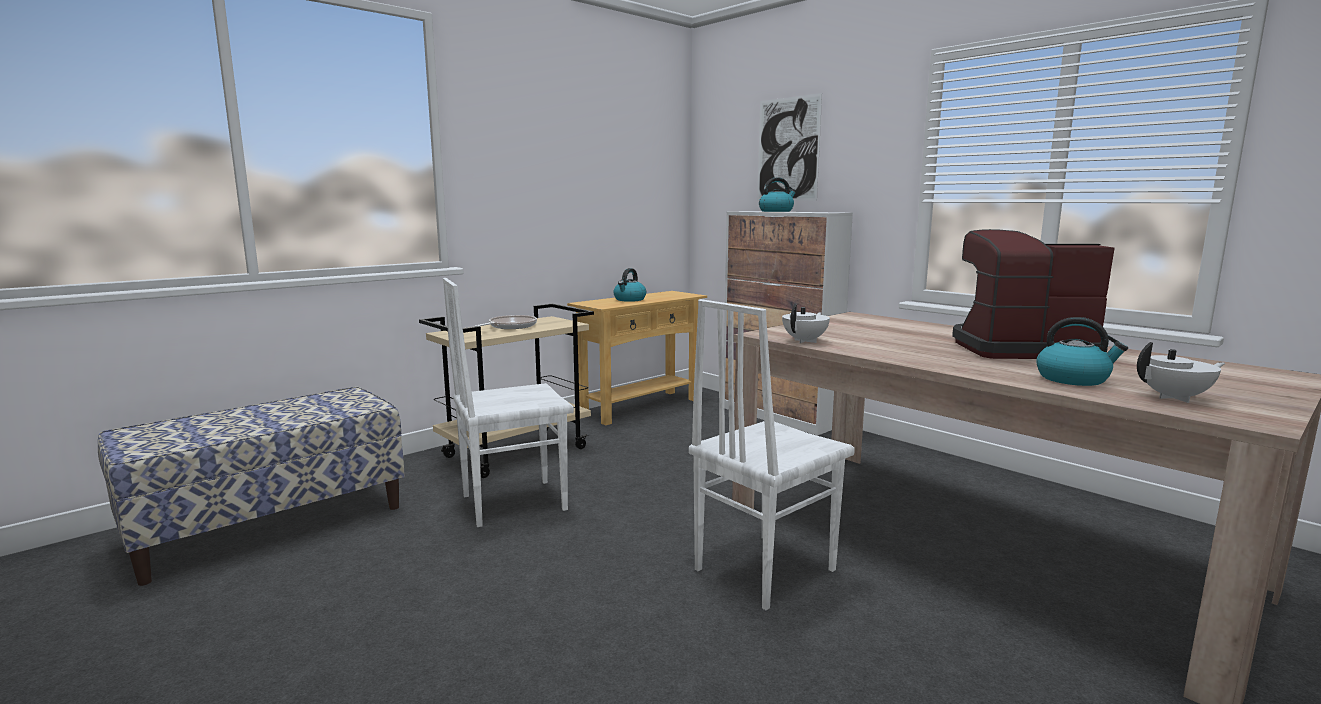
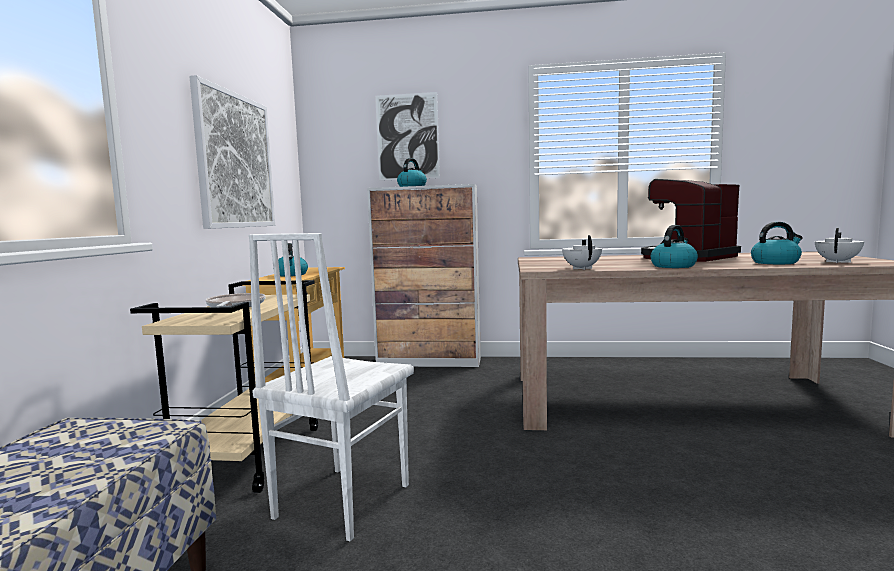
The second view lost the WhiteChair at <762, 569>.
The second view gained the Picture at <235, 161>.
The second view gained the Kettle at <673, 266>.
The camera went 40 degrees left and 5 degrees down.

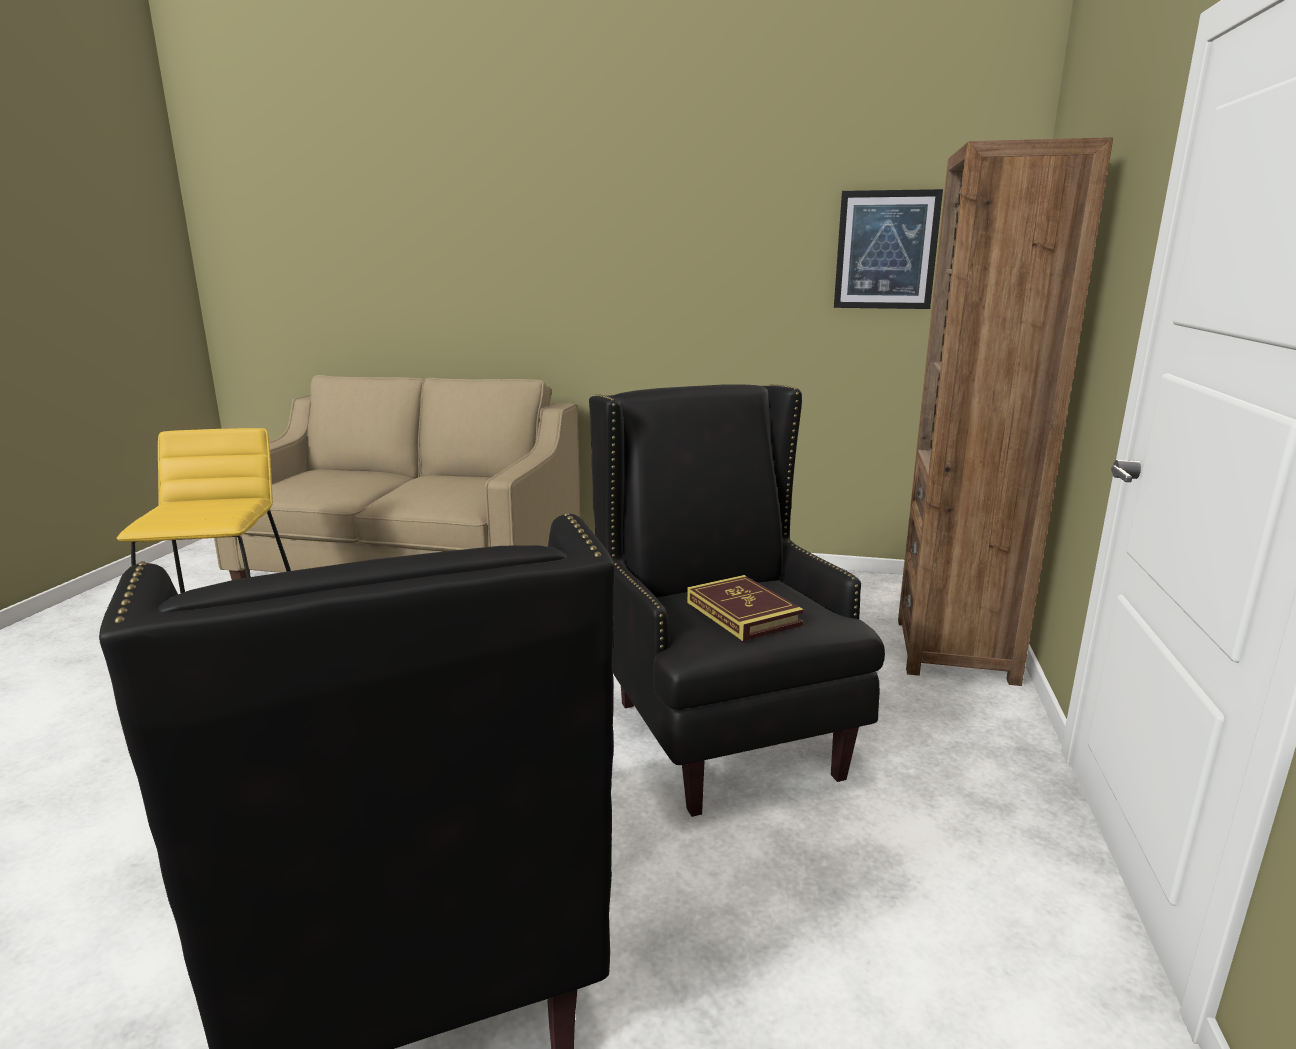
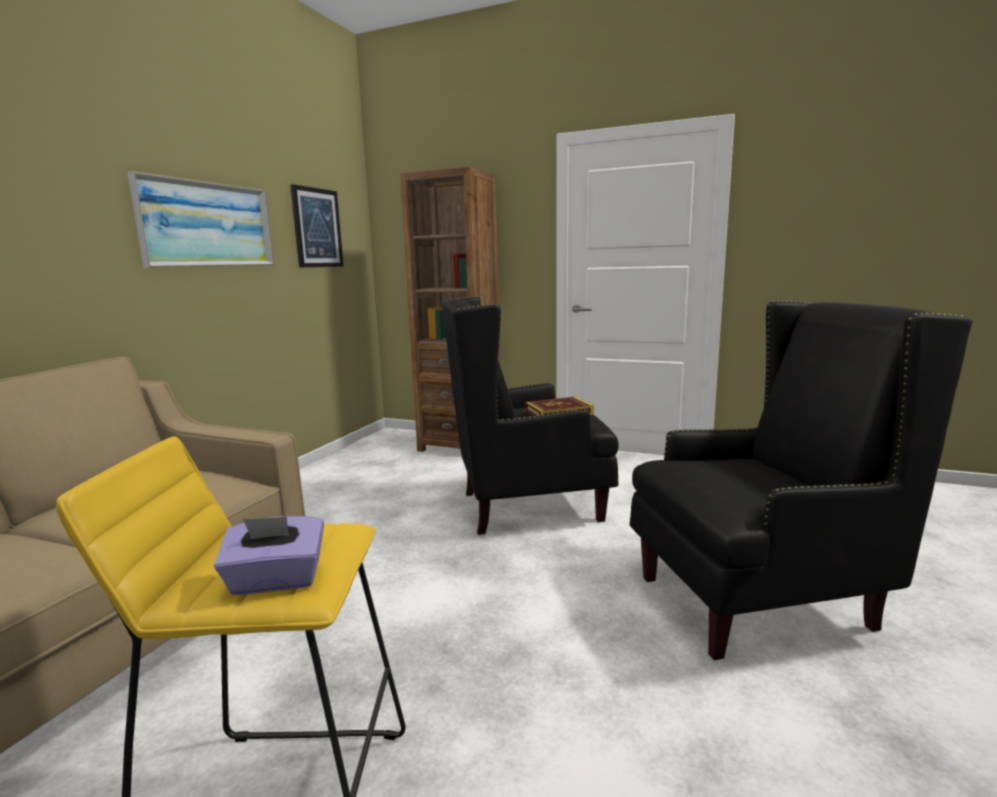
The second view gained the Picture at <208, 225>.
The second view gained the PurpleTissueBox at <276, 581>.
The camera went 80 degrees left and 5 degrees down.

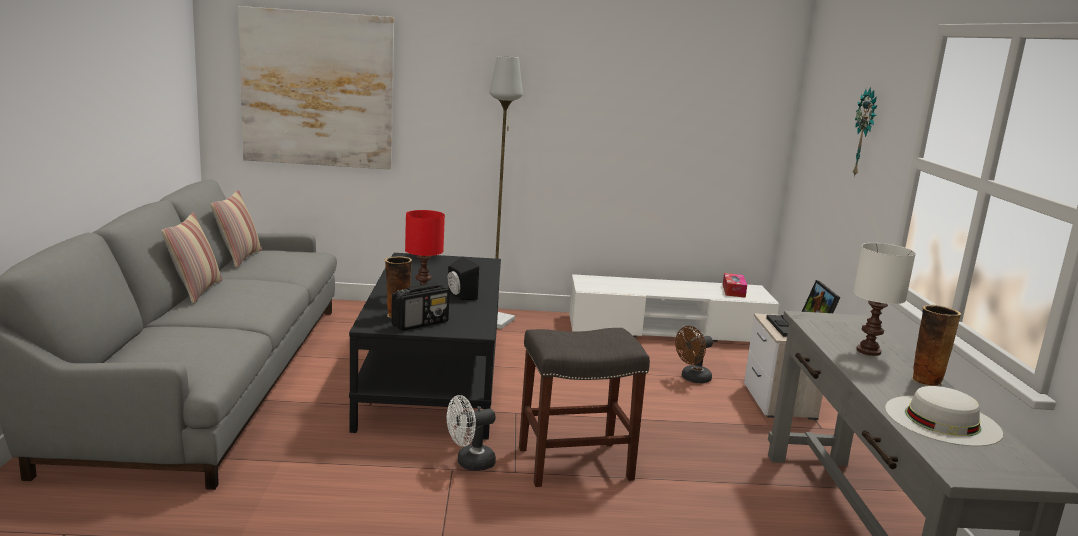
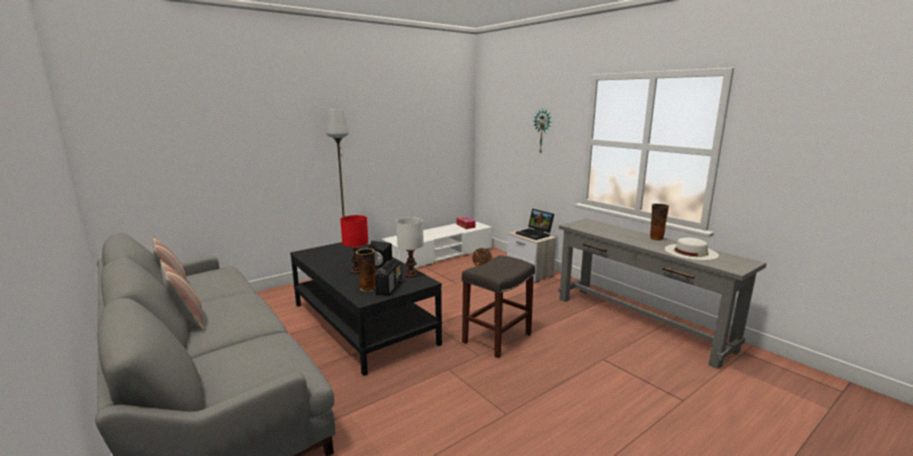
The second view lost the Picture at <318, 89>.
The WhiteTableLamp ended up elsewhere, having gone from <869, 351> to <411, 274>.
The second view lost the WhiteFan at <469, 463>.
The camera went 35 degrees left and 0 degrees up.

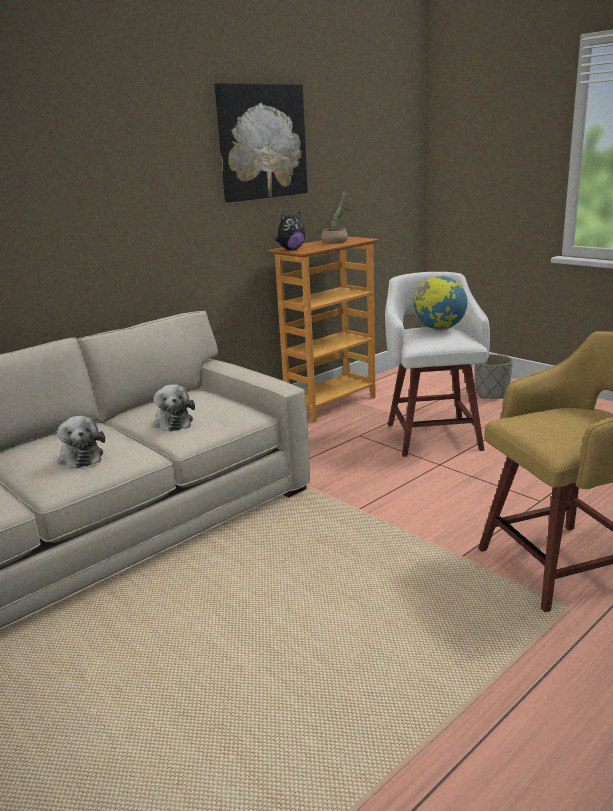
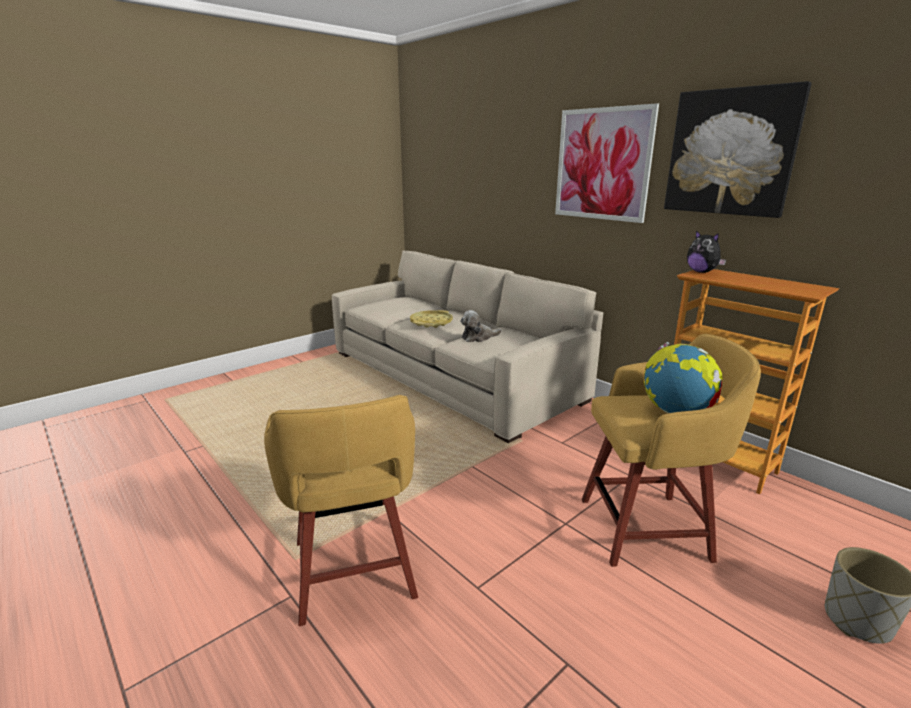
The second view lost the PottedPlant at <338, 241>.
What was the WhiteStool at <433, 435> turned into the YellowStool at <648, 529>.
Where the PlushToy stood at <80, 457>, the YellowTray came to stand at <431, 322>.
The second view gained the Picture at <602, 164>.
The camera went 90 degrees right and 0 degrees up.

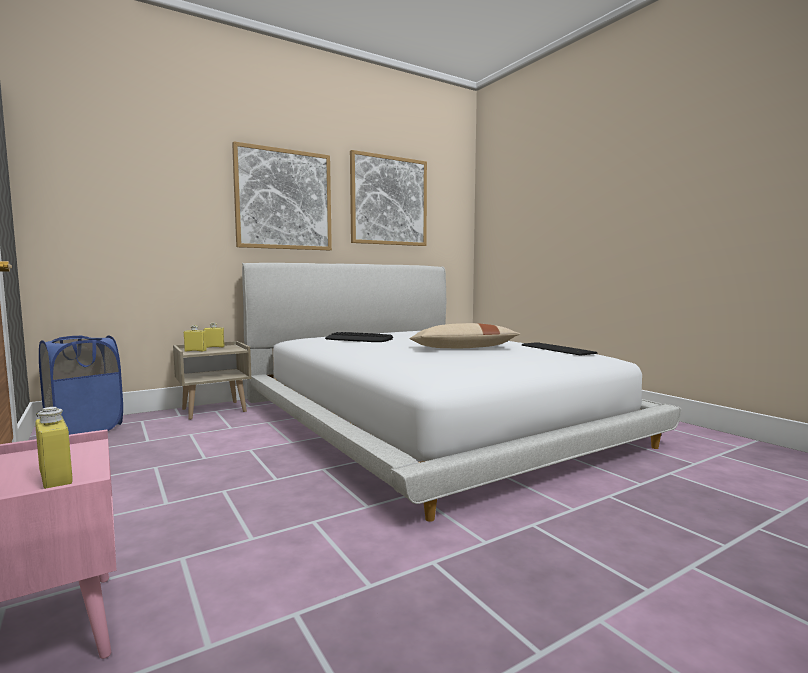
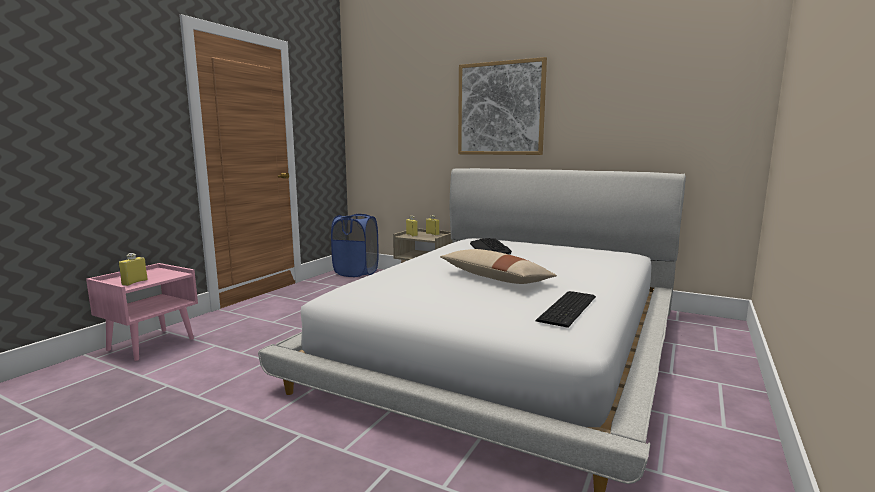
The second view lost the Picture at <389, 201>.
The camera went 60 degrees right and 5 degrees up.

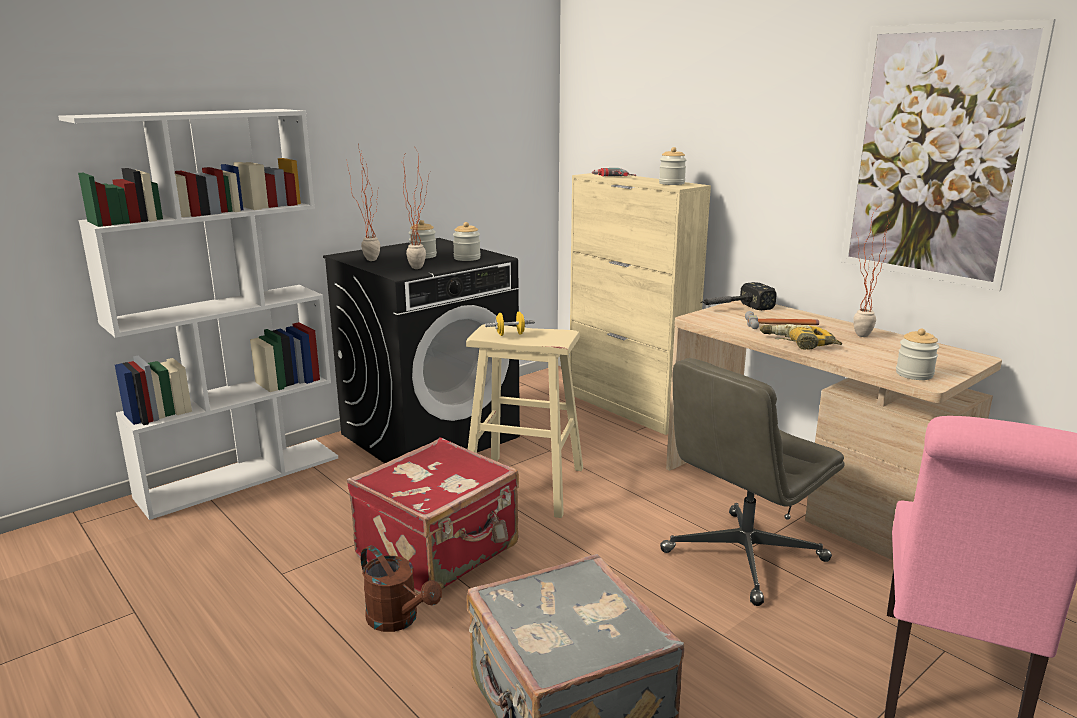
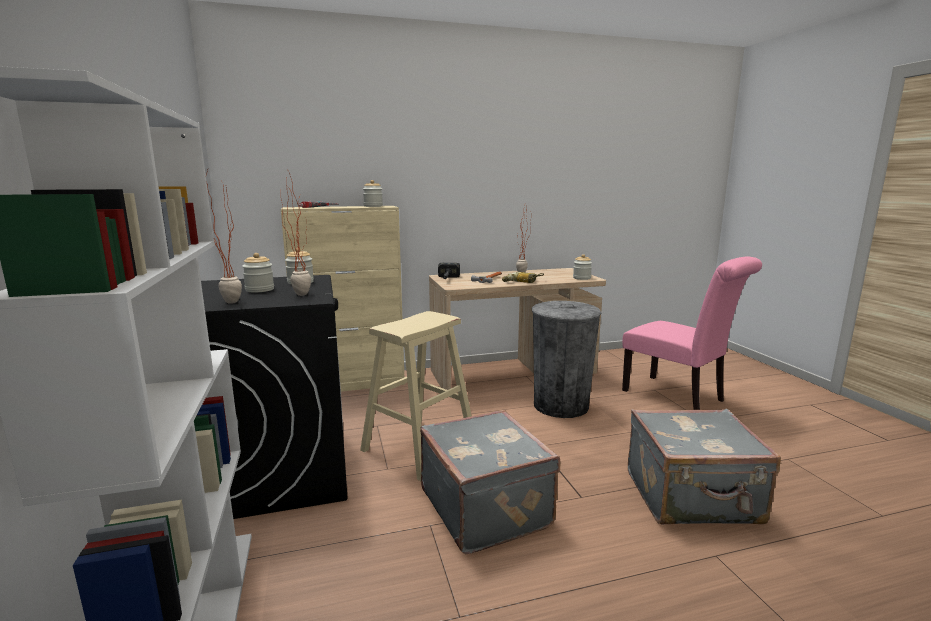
The second view lost the Picture at <935, 155>.
The second view lost the YellowDumbbell at <510, 334>.
Where the GreyOfficeChair stood at <743, 557>, the GreyTrashCan came to stand at <560, 405>.
What was the RedSuitcase at <440, 552> turned into the GreySuitcase at <487, 507>.
The second view lost the BrownWateringCan at <398, 620>.
The camera went 65 degrees left and 5 degrees down.

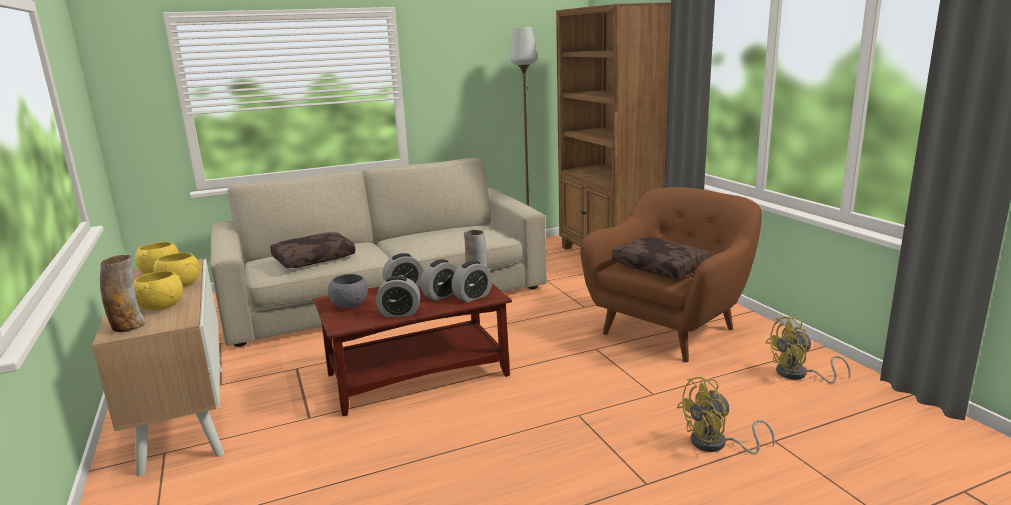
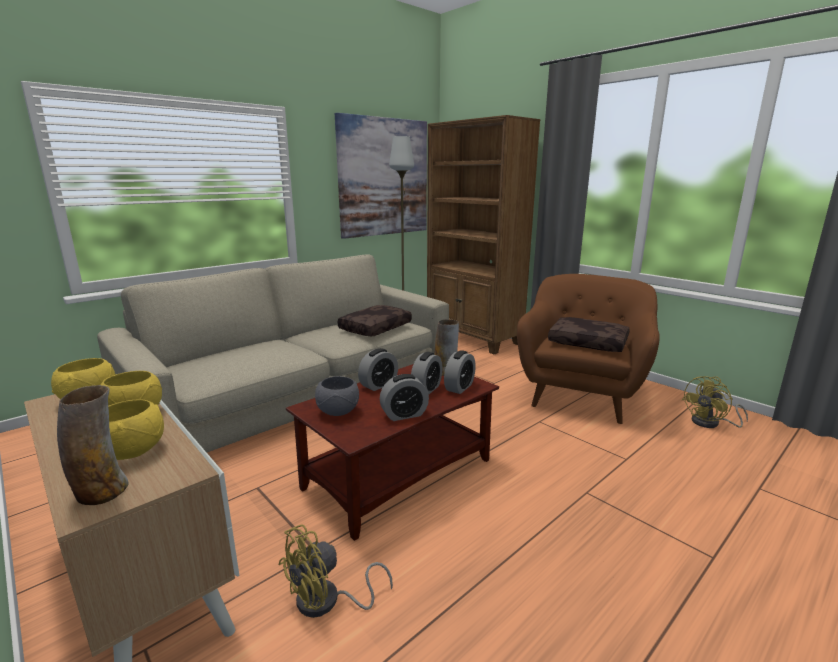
The BrownPillow ended up elsewhere, having gone from <314, 258> to <375, 328>.
The YellowFan ended up elsewhere, having gone from <716, 444> to <327, 602>.
The second view gained the Picture at <384, 177>.
The camera went 20 degrees left and 0 degrees up.

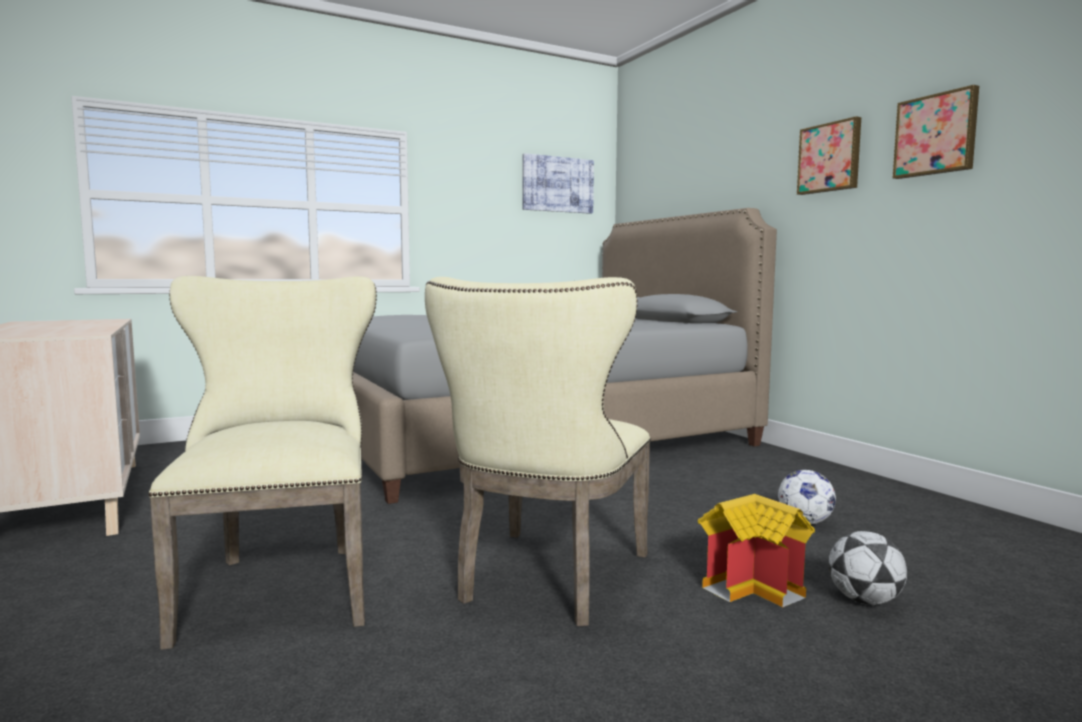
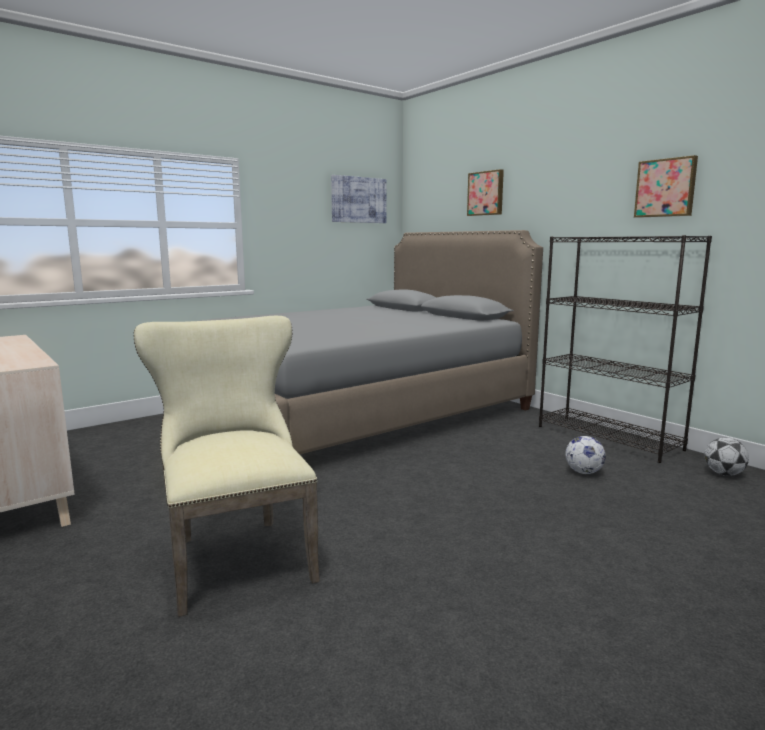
The Picture ended up elsewhere, having gone from <830, 158> to <486, 193>.
The second view lost the BeigeChair at <547, 581>.
The second view lost the ToyHouse at <755, 587>.
The Football ended up elsewhere, having gone from <864, 600> to <724, 474>.
The second view gained the BlackBookcase at <609, 438>.
The camera went 10 degrees left and 5 degrees up.

